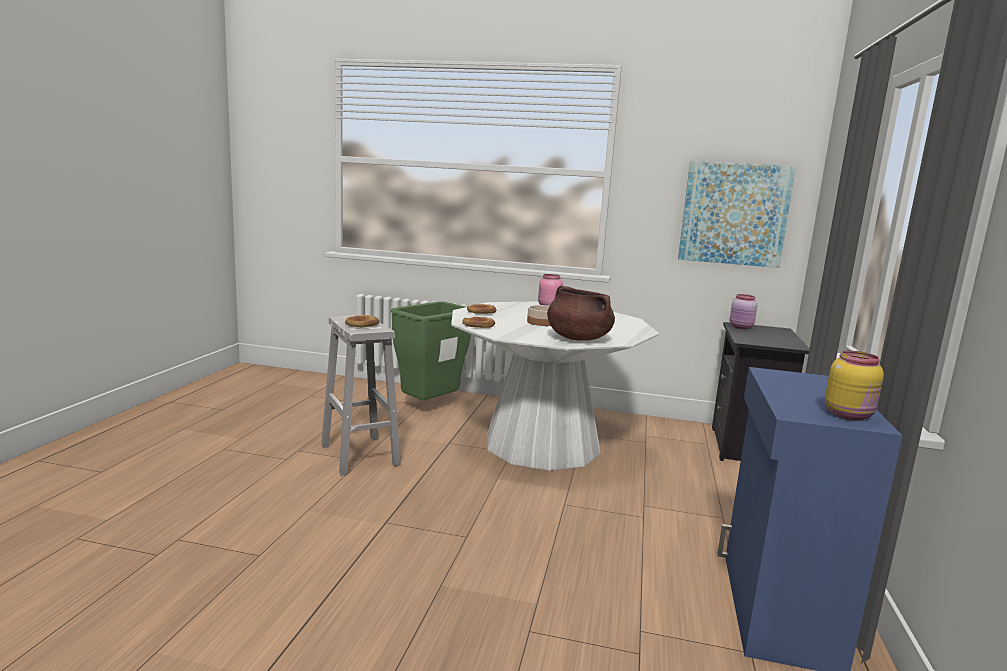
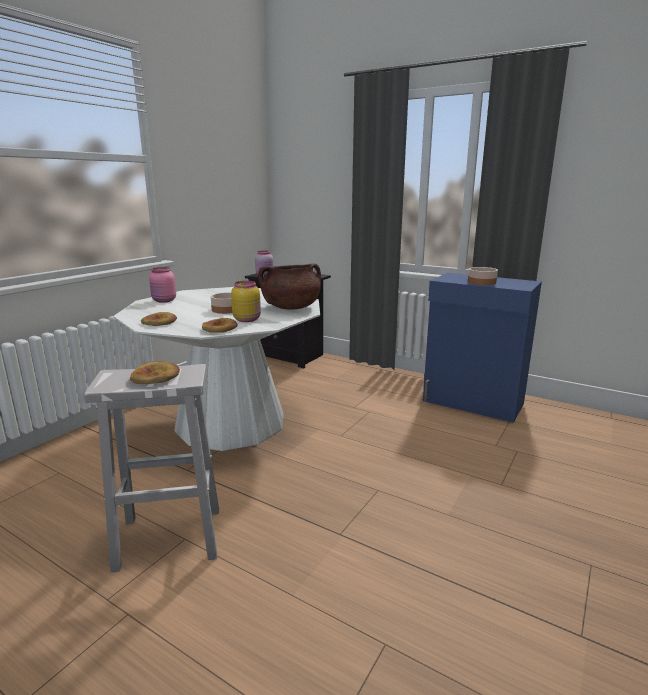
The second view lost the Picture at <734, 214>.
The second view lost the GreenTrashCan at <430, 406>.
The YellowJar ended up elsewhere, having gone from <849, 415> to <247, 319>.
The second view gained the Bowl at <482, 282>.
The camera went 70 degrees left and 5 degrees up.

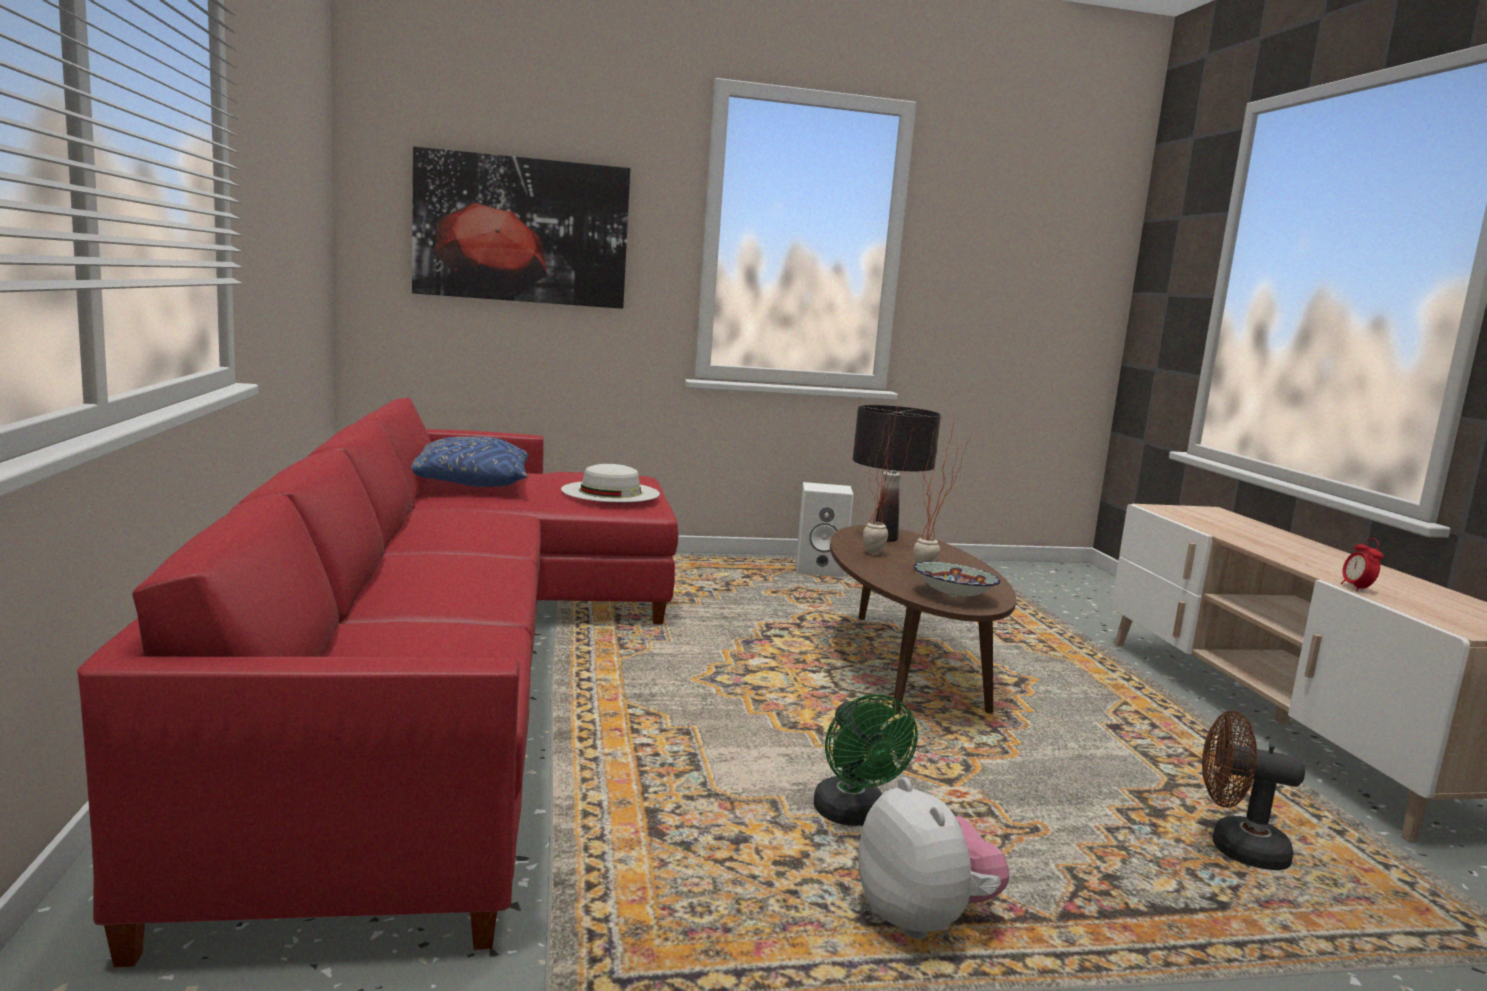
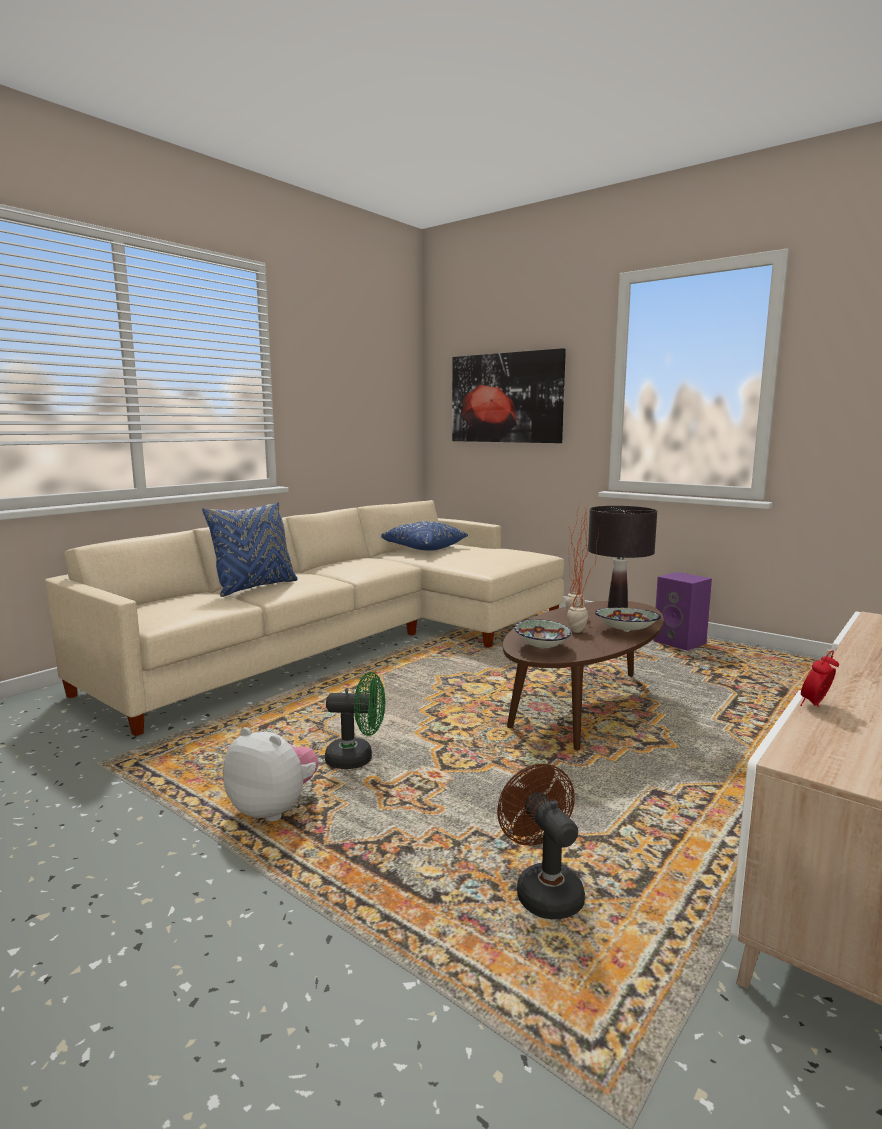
What was the RedSofa at <454, 659> turned into the BeigeSofa at <355, 639>.
The second view lost the WhiteHat at <610, 492>.
What was the WhiteSpeaker at <821, 570> turned into the PurpleSpeaker at <681, 643>.
The GreenFan at <854, 816> ended up facing another way, 120 degrees counterclockwise from before.
The PlushToy at <923, 920> ended up facing another way, 90 degrees counterclockwise from before.
The second view gained the BluePillow at <255, 587>.
The second view gained the Bowl at <626, 631>.
The camera went 50 degrees right and 0 degrees up.

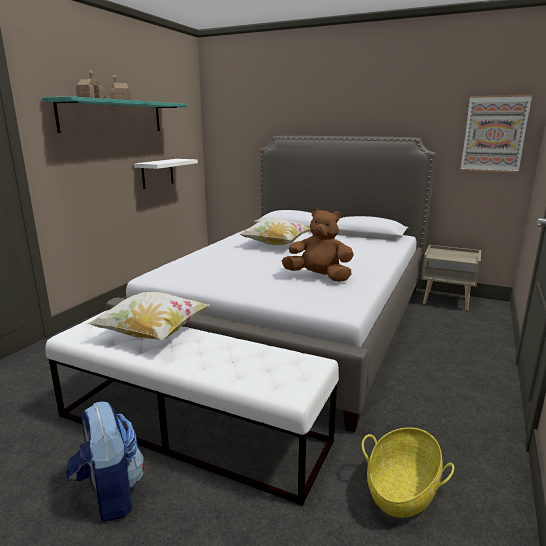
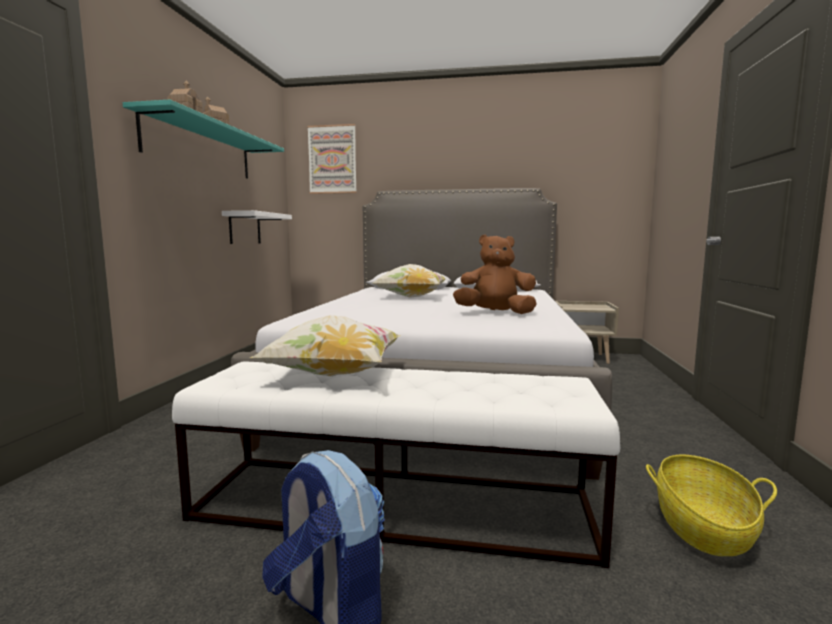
The Picture ended up elsewhere, having gone from <494, 134> to <332, 159>.
The camera went 15 degrees left and 10 degrees down.

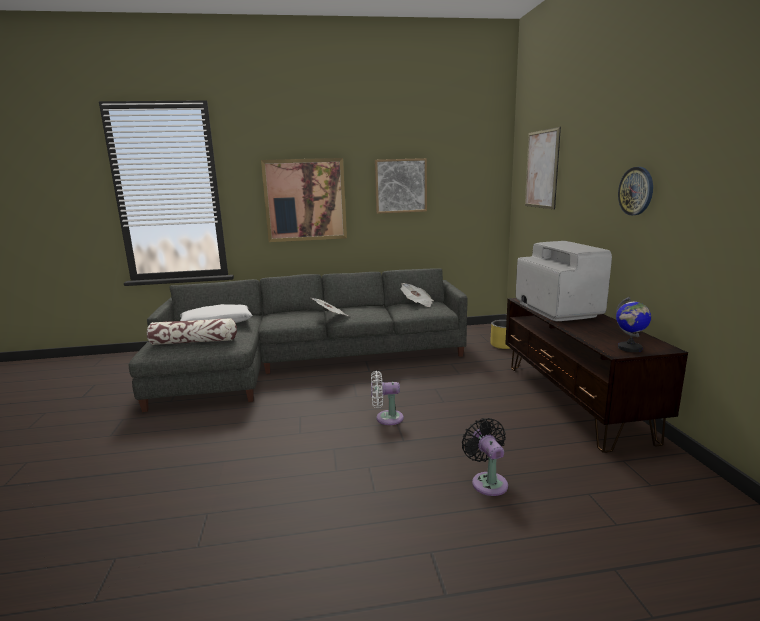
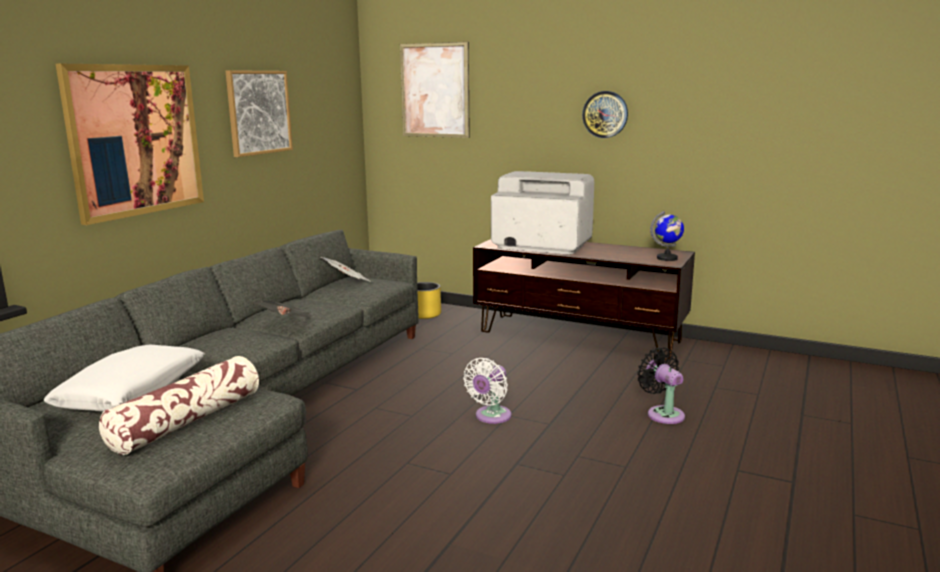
The BlackFan at <487, 481> ended up facing another way, 45 degrees clockwise from before.
The camera went 55 degrees left and 0 degrees up.

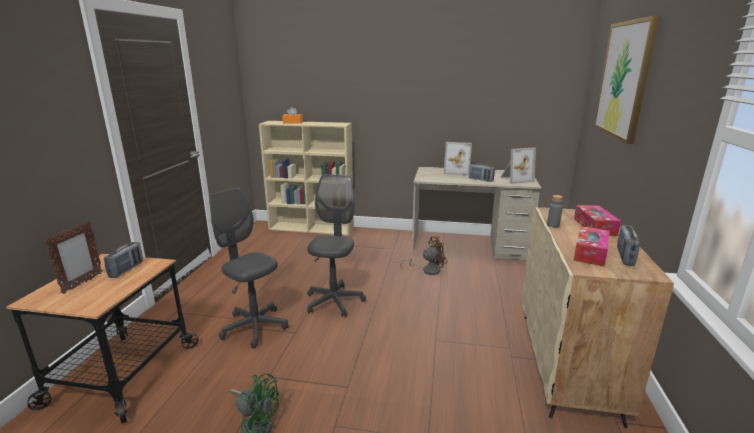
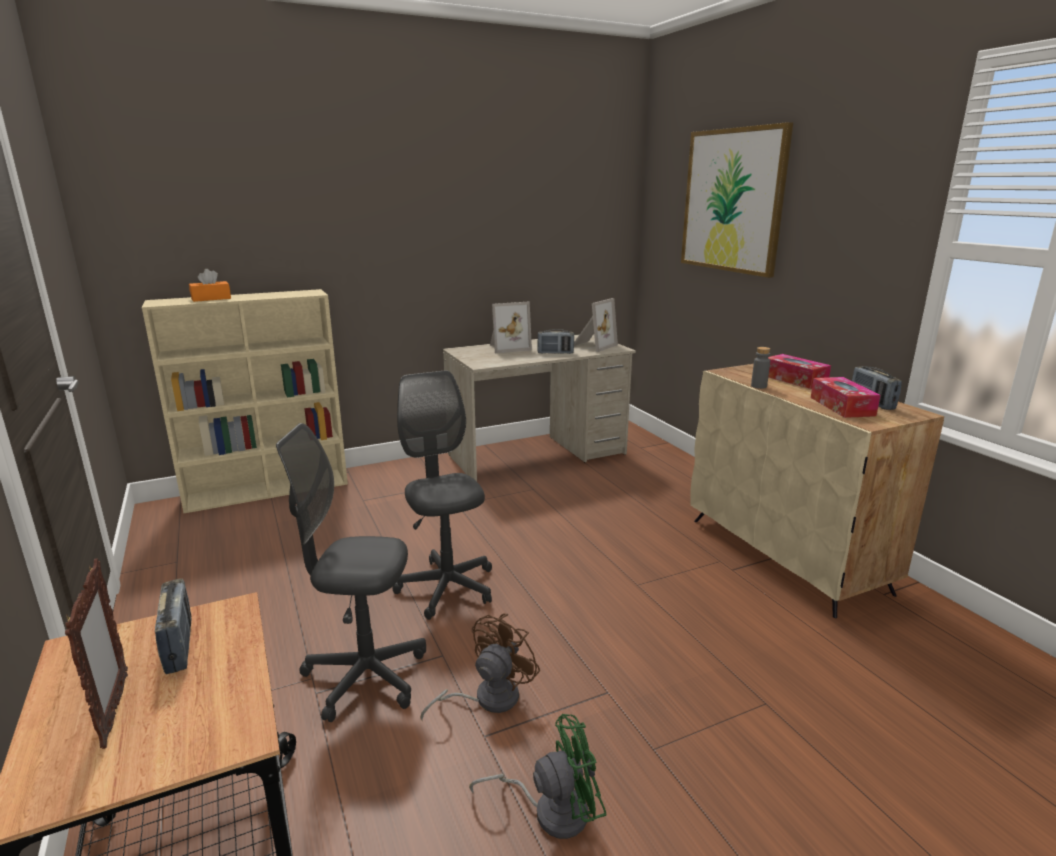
The BrownFan ended up elsewhere, having gone from <427, 270> to <487, 699>.
The camera went 35 degrees left and 0 degrees up.

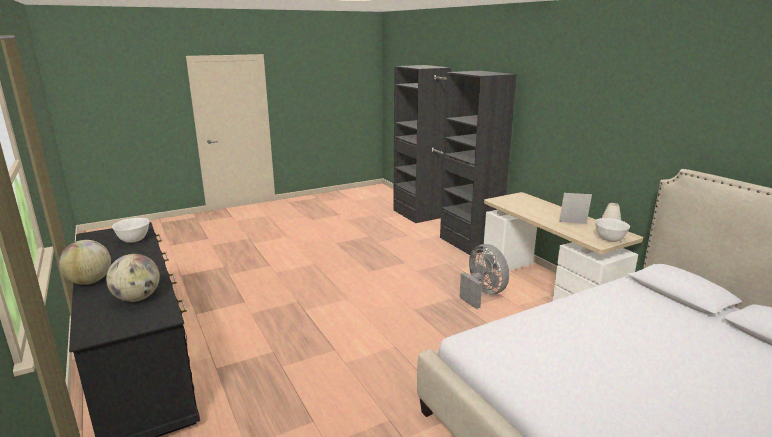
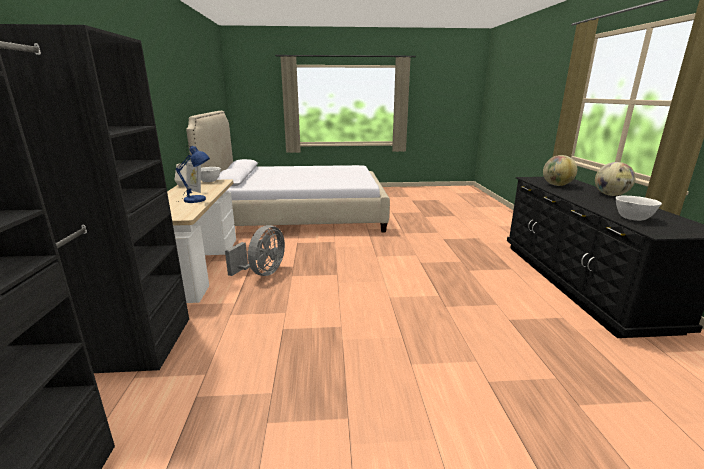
The GreyFan at <482, 294> ended up facing another way, 150 degrees counterclockwise from before.
The second view gained the BlueTableLamp at <197, 200>.
The camera went 155 degrees left and 0 degrees up.

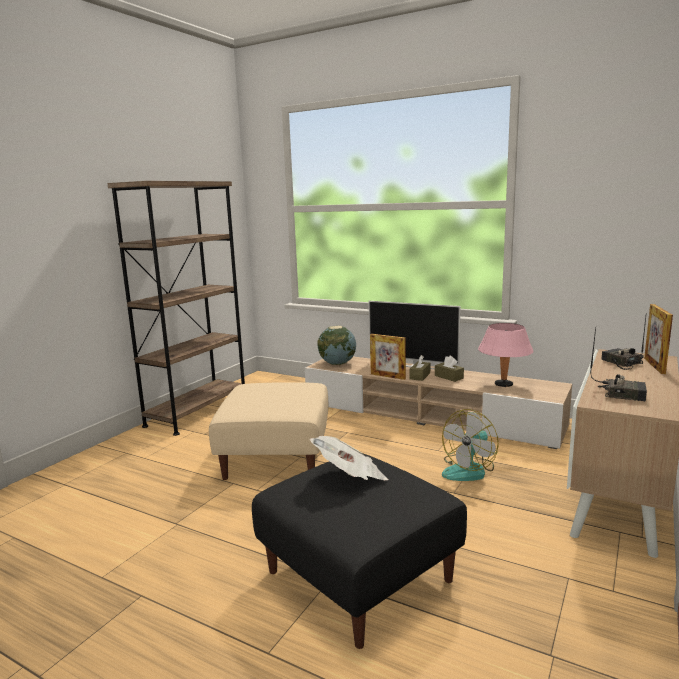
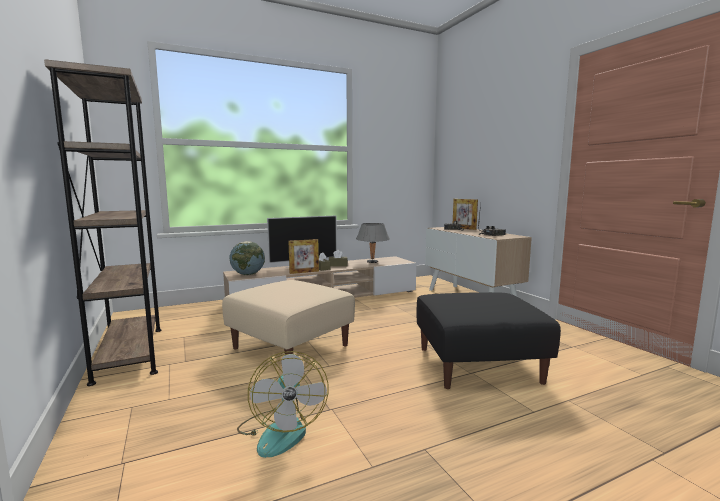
What was the PinkTableLamp at <504, 384> turned into the GreyTableLamp at <372, 262>.
The Fan ended up elsewhere, having gone from <469, 470> to <281, 430>.
The second view lost the Newspaper at <350, 476>.
The camera went 55 degrees left and 5 degrees down.

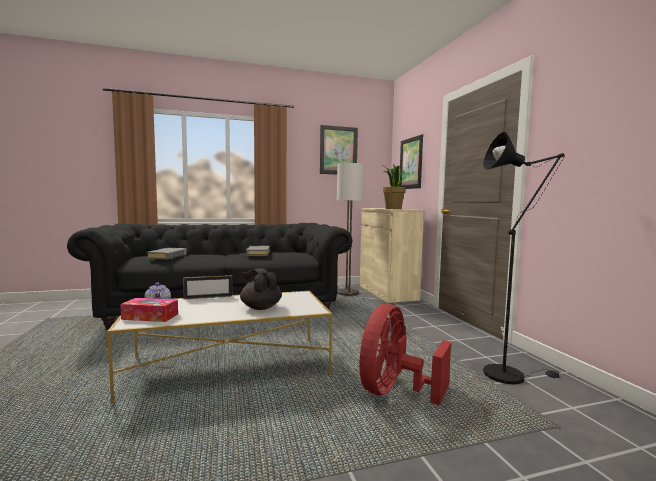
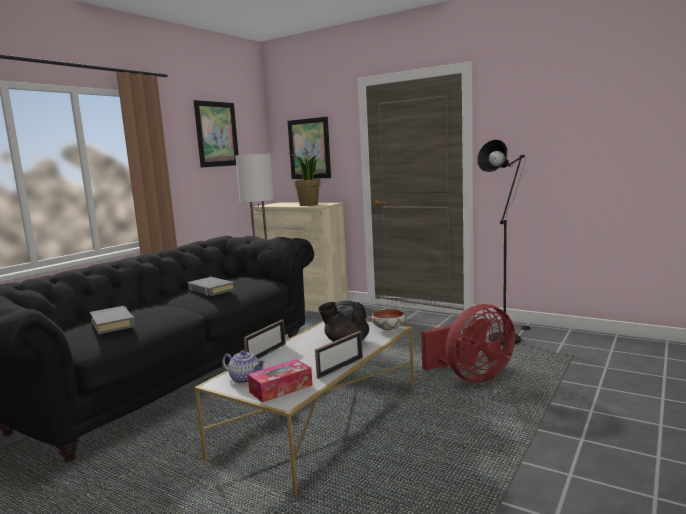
The RedFan at <394, 391> ended up facing another way, 105 degrees counterclockwise from before.
The second view gained the Bowl at <389, 329>.
The second view gained the PictureFrame at <340, 367>.
The camera went 40 degrees left and 5 degrees up.

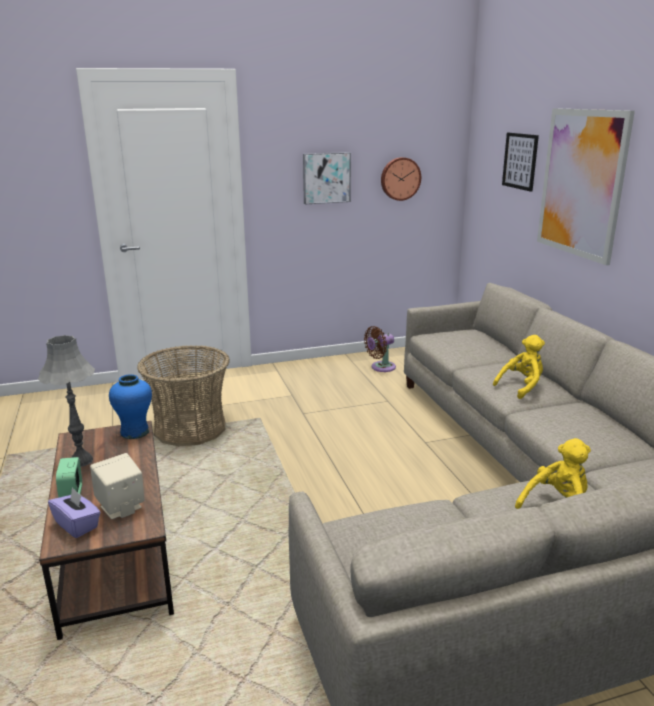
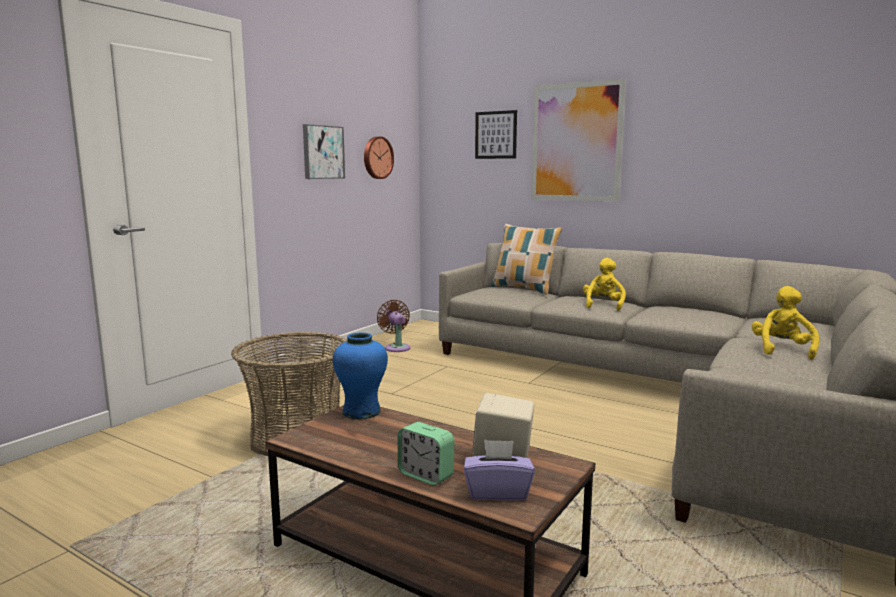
The BrownFan at <381, 367> ended up facing another way, 135 degrees clockwise from before.
The second view lost the GreyTableLamp at <82, 461>.
The second view gained the Pillow at <524, 289>.
The camera went 40 degrees left and 10 degrees down.

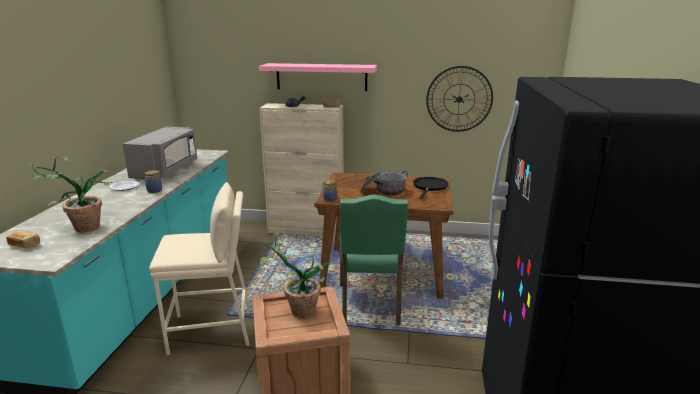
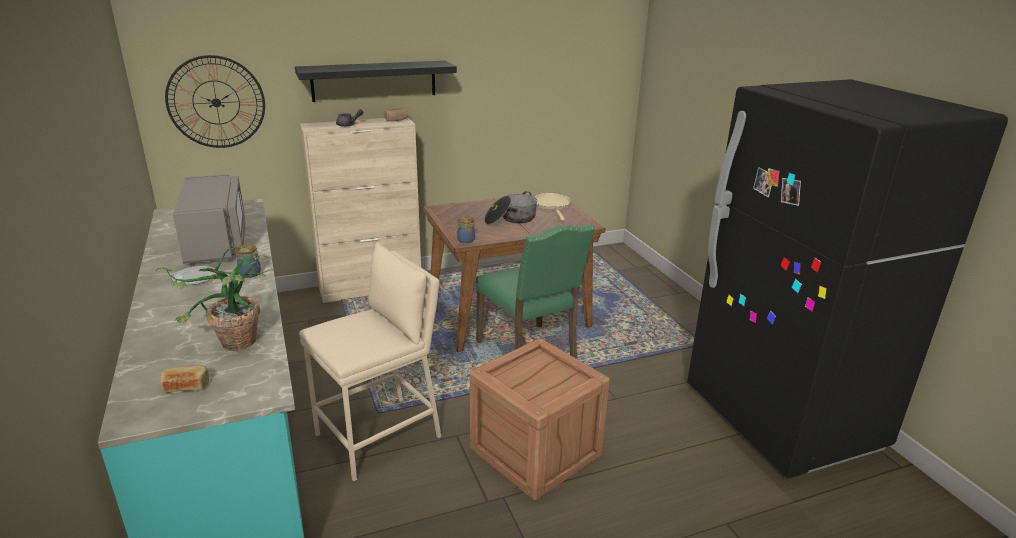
What was the PinkShelf at <321, 77> turned into the BlackShelf at <374, 81>.
The WallClock ended up elsewhere, having gone from <459, 99> to <216, 102>.
What was the BlackFryingPan at <430, 187> turned into the BeigeFryingPan at <552, 205>.
The second view lost the PottedPlant at <297, 309>.
The camera went 30 degrees left and 5 degrees up.

